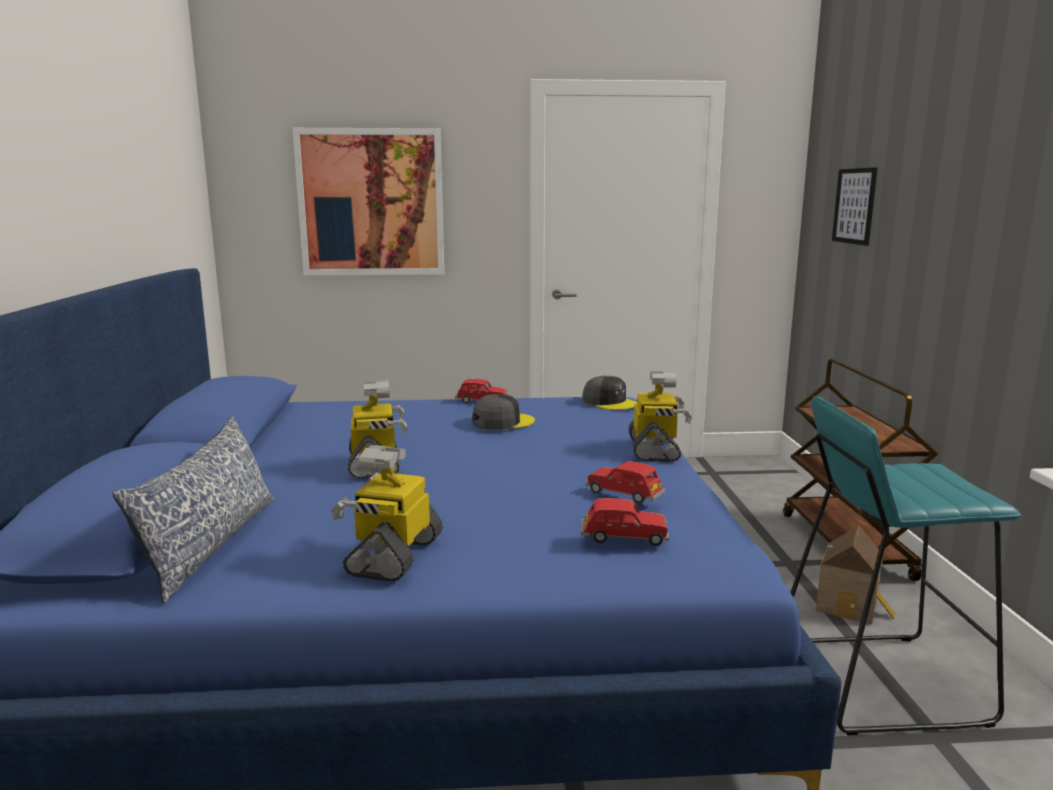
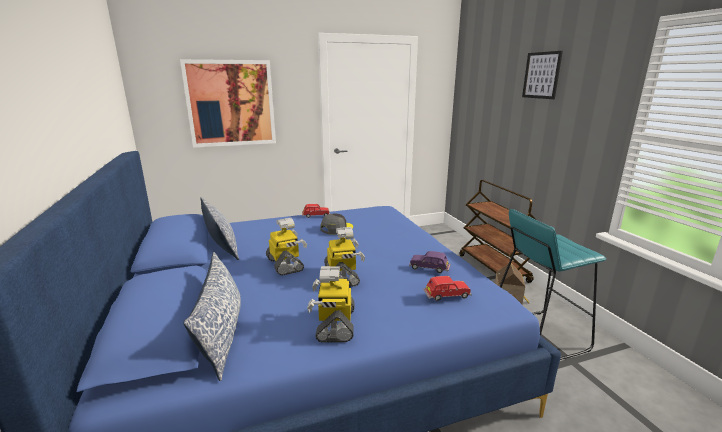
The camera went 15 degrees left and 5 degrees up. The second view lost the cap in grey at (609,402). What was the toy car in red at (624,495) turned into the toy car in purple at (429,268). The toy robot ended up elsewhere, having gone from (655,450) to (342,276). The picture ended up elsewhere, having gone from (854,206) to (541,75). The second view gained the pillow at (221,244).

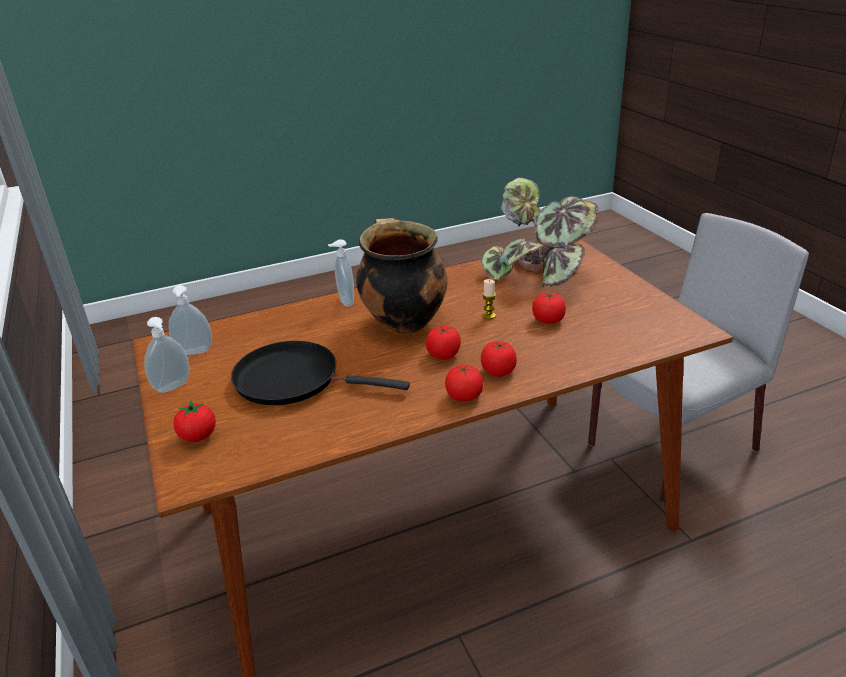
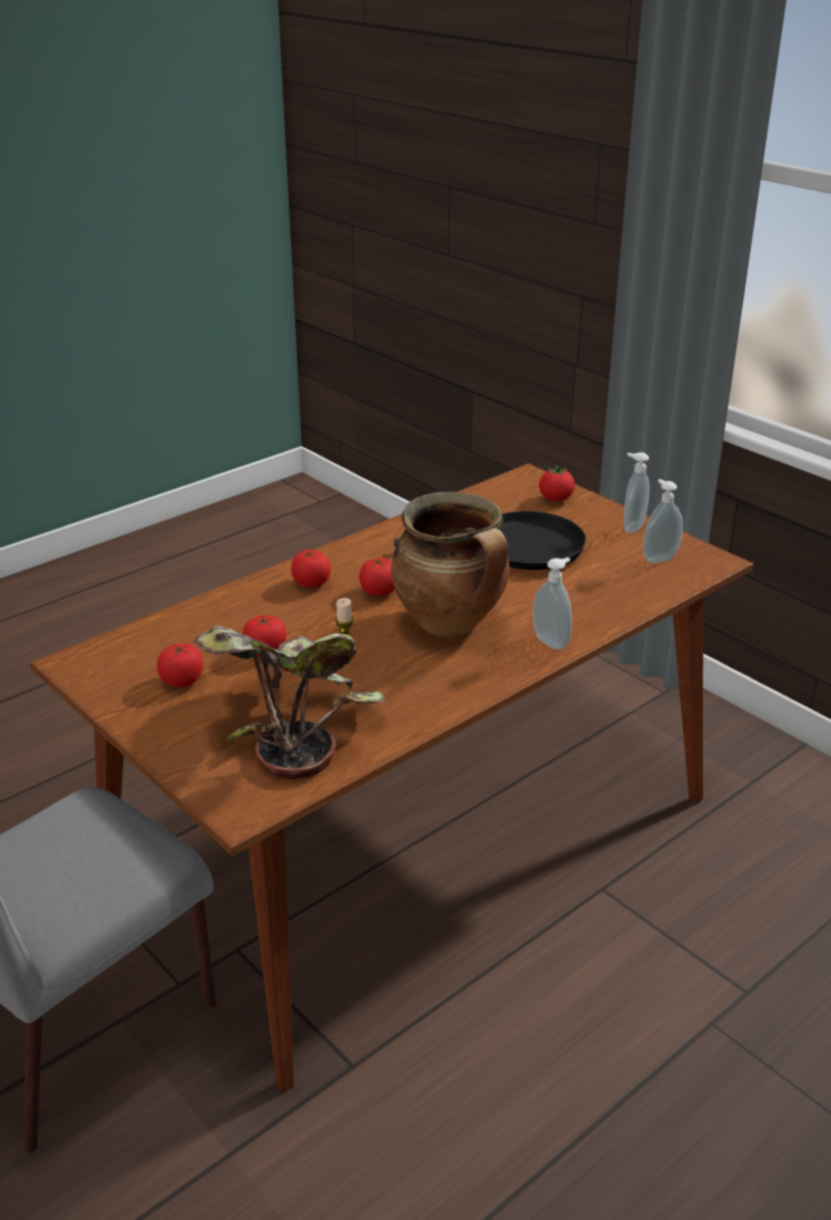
The camera went 160 degrees right and 0 degrees up. The tomato ended up elsewhere, having gone from (464,396) to (182,681).

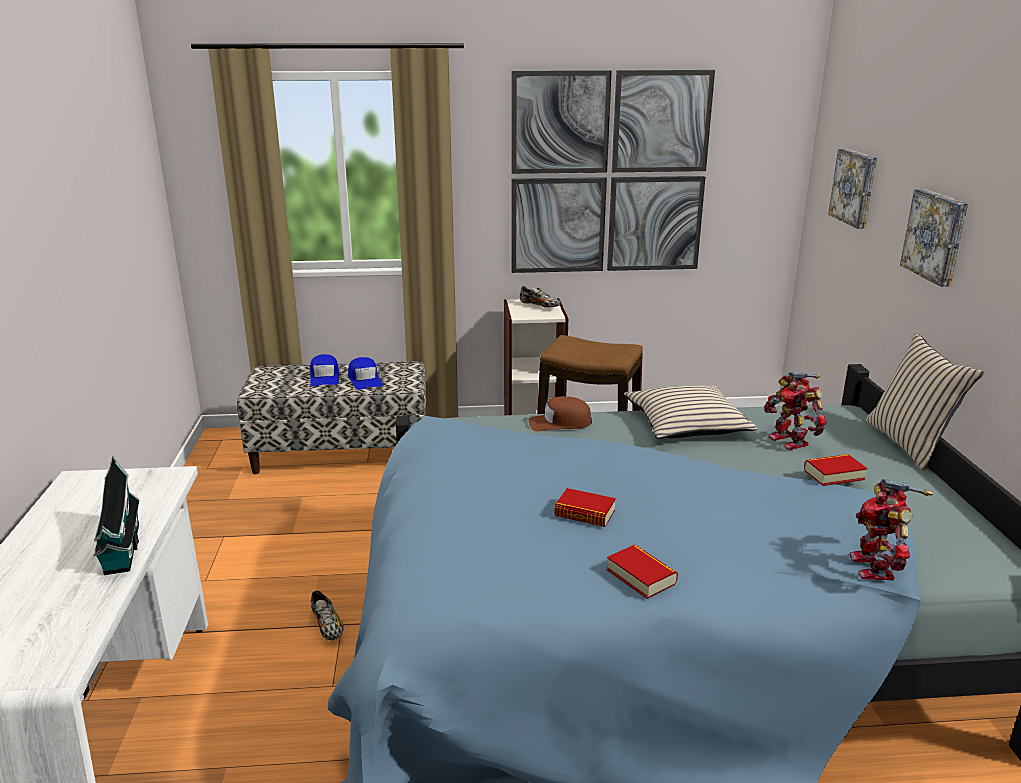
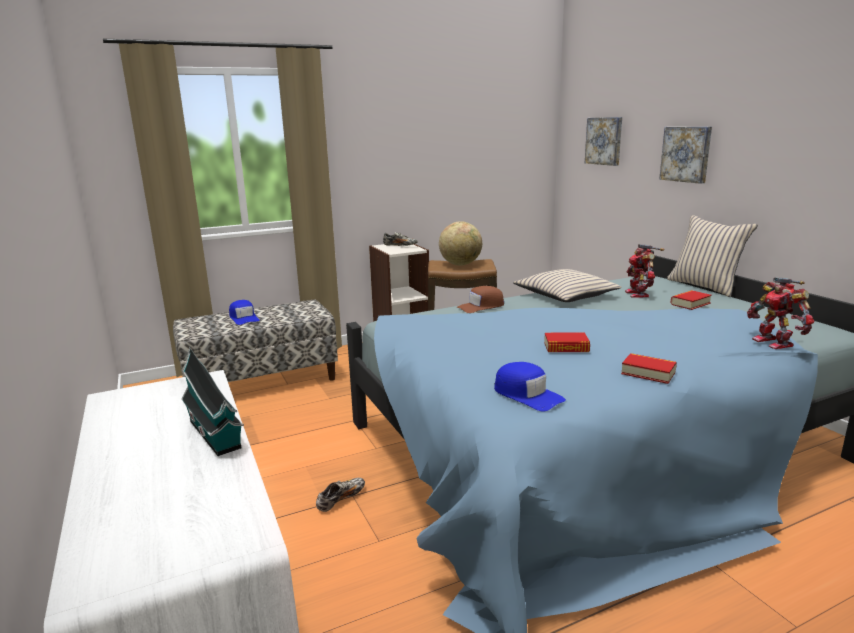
The camera went 20 degrees left and 5 degrees down. The shoe at (327,626) ended up facing another way, 90 degrees counterclockwise from before. The cap in blue ended up elsewhere, having gone from (365,380) to (527,395). The second view lost the picture at (608,174). The toy robot at (790,440) ended up facing another way, 45 degrees clockwise from before. The second view gained the globe at (460,264).

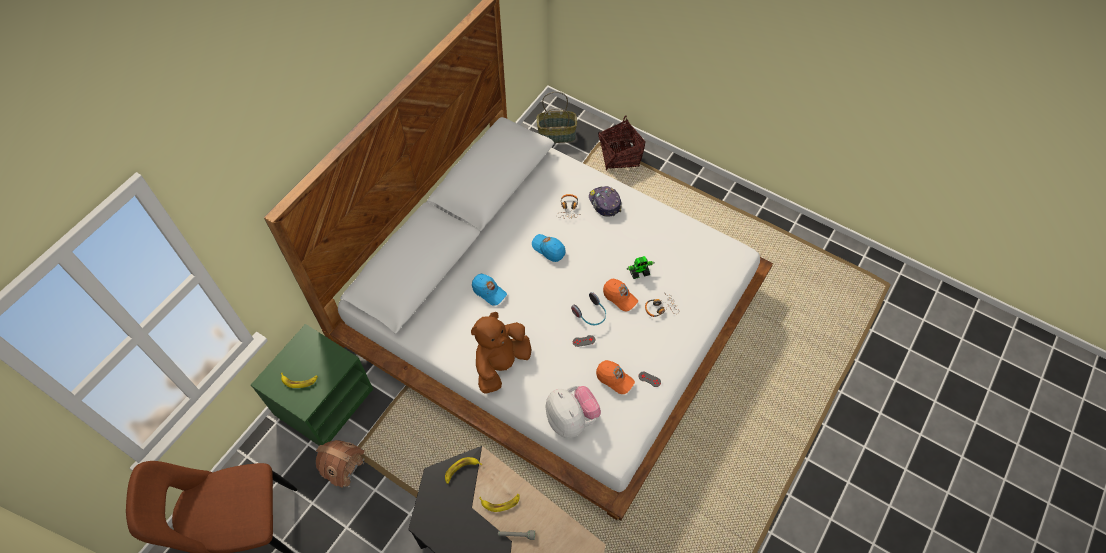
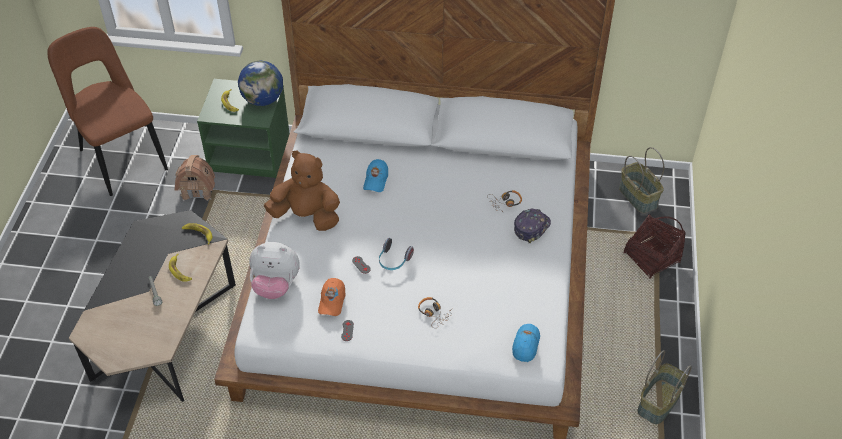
The camera went 65 degrees right and 10 degrees down. The cap in blue ended up elsewhere, having gone from (549,249) to (525,345). The plush toy at (571,419) ended up facing another way, 60 degrees clockwise from before. The second view lost the cap in orange at (619,297). The second view lost the toy robot at (639,272). The second view gained the globe at (263,100). The second view gained the basket at (659,403).

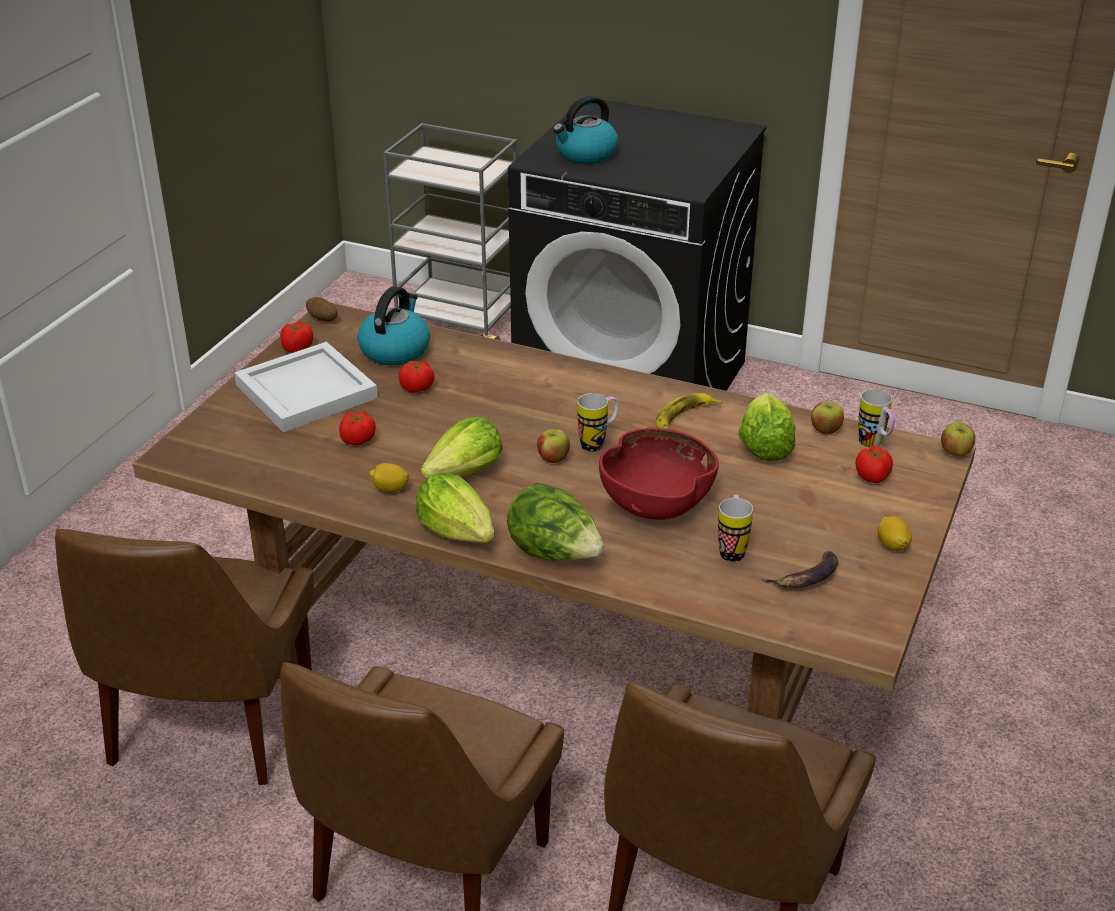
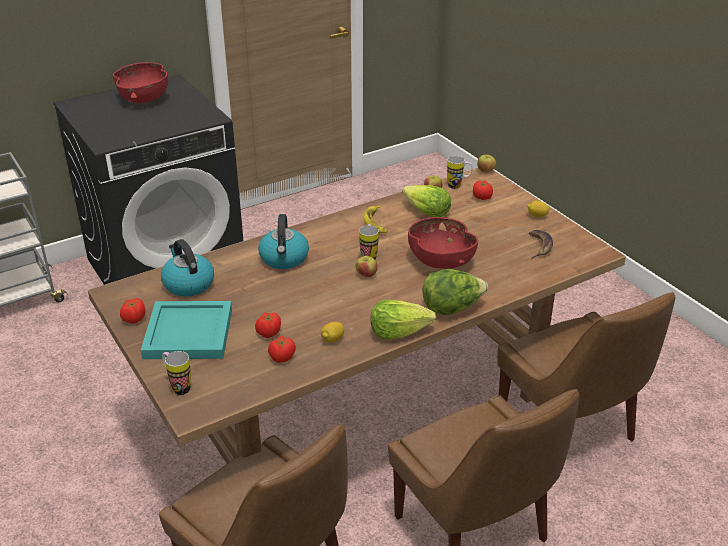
The camera went 55 degrees left and 0 degrees up. What was the tray in white at (305,392) turned into the tray in turquoise at (189,334). The second view lost the potato at (322,319). The tomato ended up elsewhere, having gone from (417,388) to (282,358). The second view lost the lettuce at (465,473). The kettle ended up elsewhere, having gone from (585,154) to (284,259). The mug ended up elsewhere, having gone from (732,549) to (178,386). The second view gained the bowl in red at (144,98).

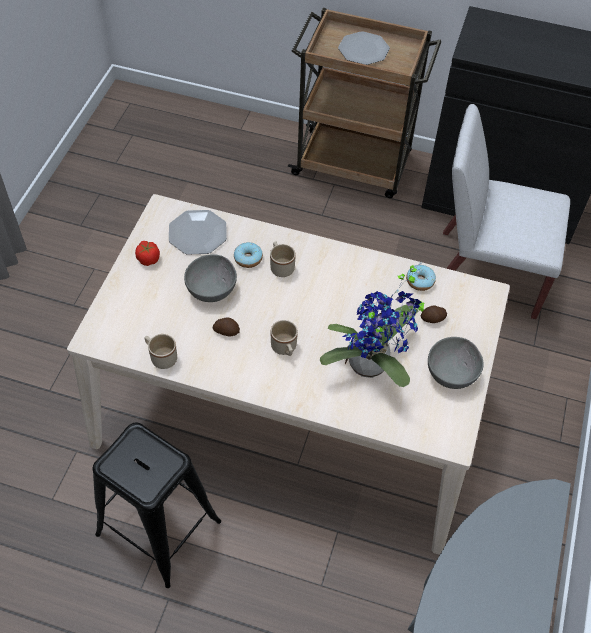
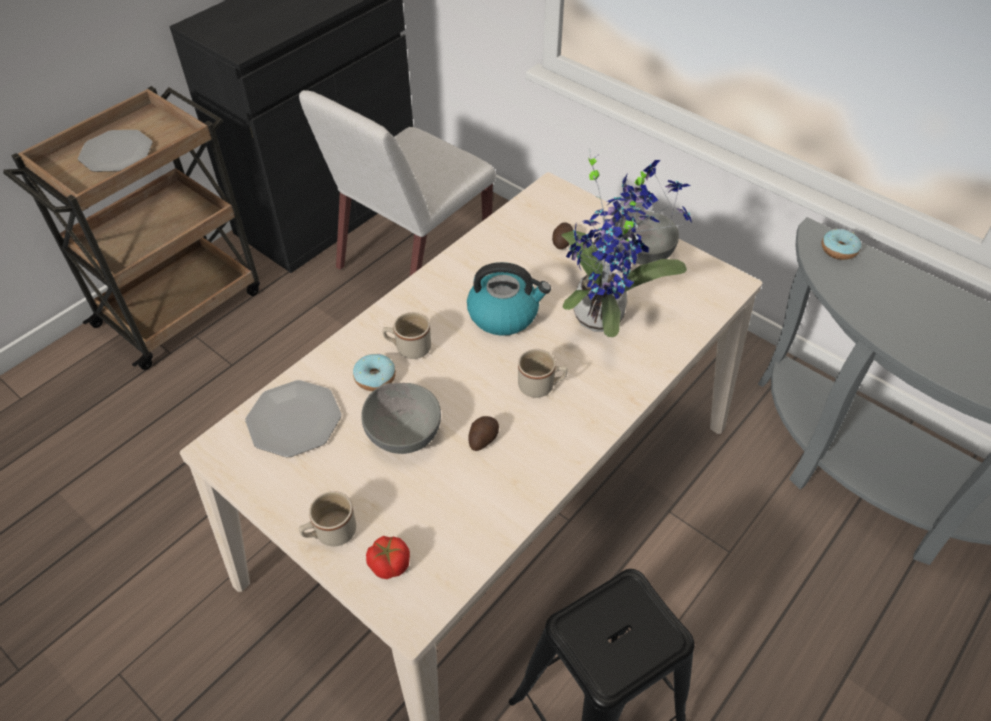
The camera went 65 degrees left and 5 degrees down. The tomato ended up elsewhere, having gone from (148,259) to (389,564). The mug in beige ended up elsewhere, having gone from (161,357) to (330,533). The donut ended up elsewhere, having gone from (420,281) to (838,250). The second view gained the kettle at (504,314).

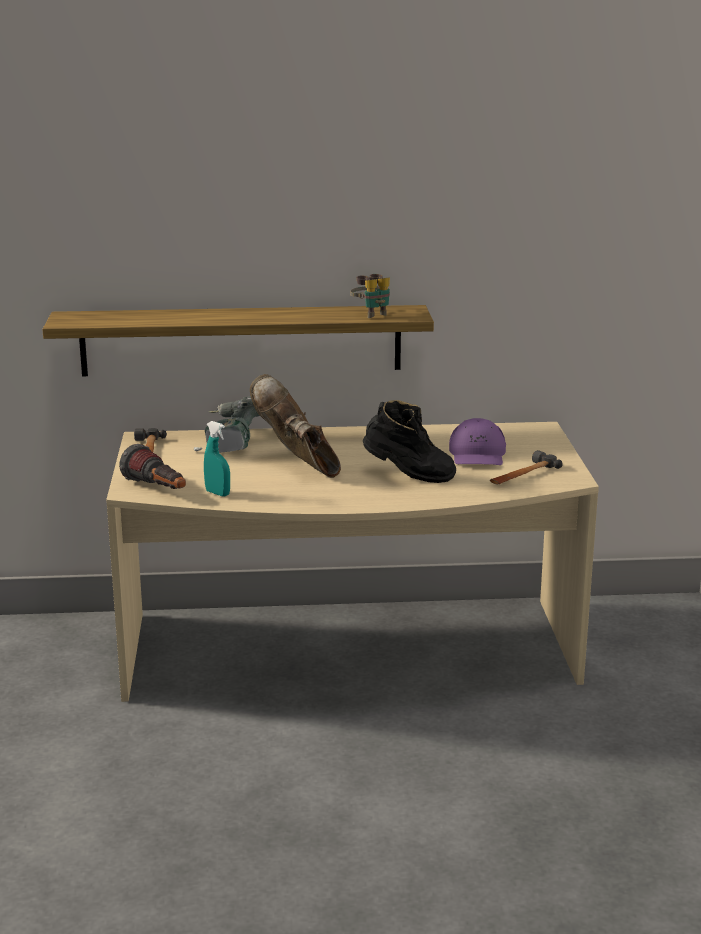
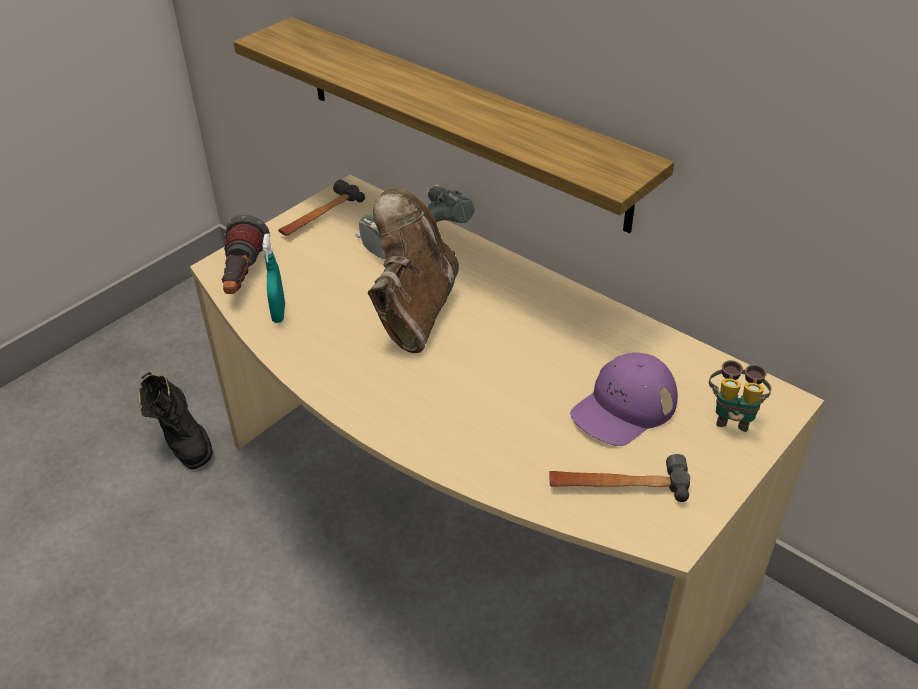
The camera went 45 degrees right and 20 degrees up. The binoculars ended up elsewhere, having gone from (371,314) to (733,415). The boot in black ended up elsewhere, having gone from (408,476) to (182,441).

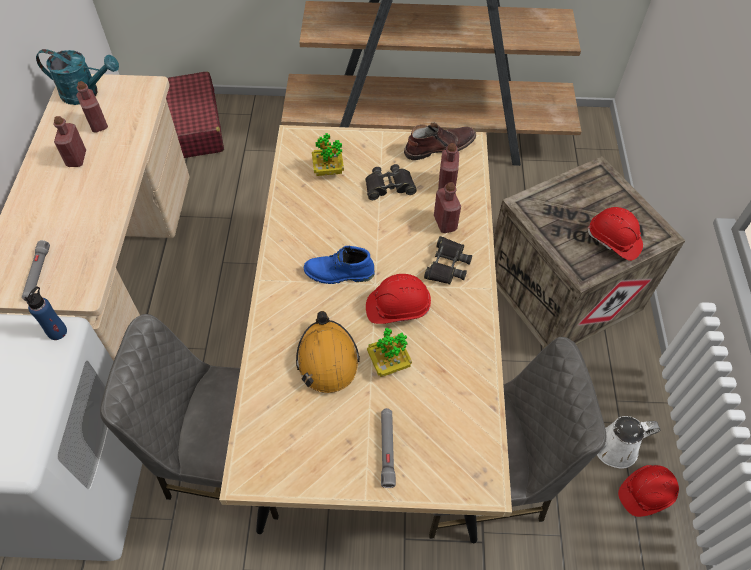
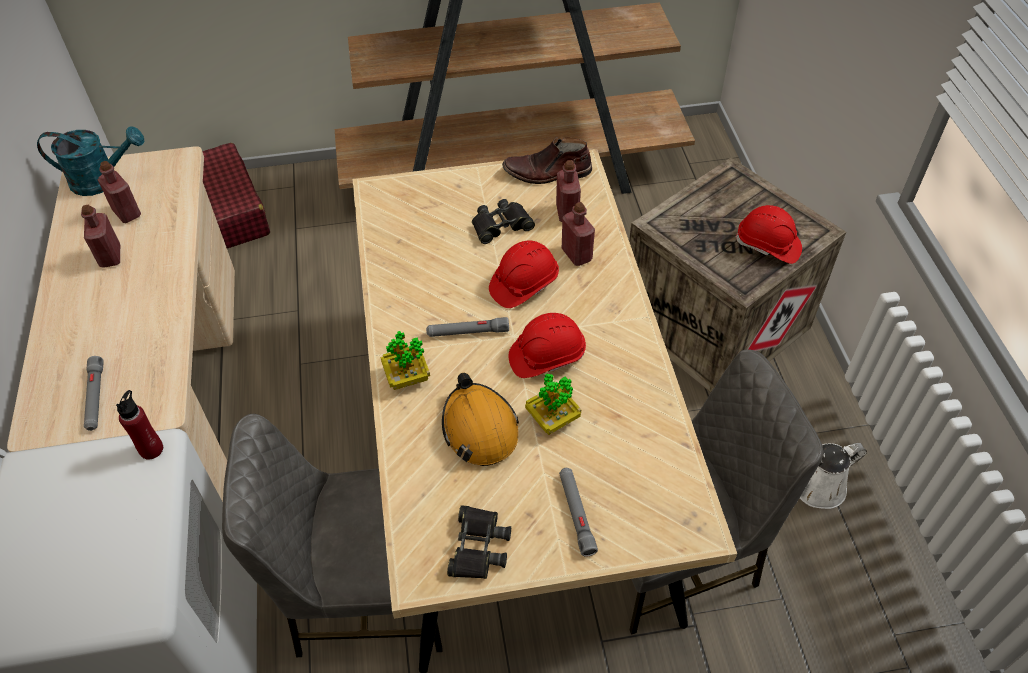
The camera went 10 degrees left and 5 degrees down. What was the bottle in blue at (57,332) turned into the bottle in red at (151,449). Where the boot in blue stood at (339,274), the flashlight in grey came to stand at (468,332). The potted plant ended up elsewhere, having gone from (328,169) to (407,377). The boot in brown at (439,146) ended up facing another way, 150 degrees counterclockwise from before. The binoculars in black ended up elsewhere, having gone from (447,265) to (478,547). The hard hat in red ended up elsewhere, having gone from (645,493) to (523,284).

